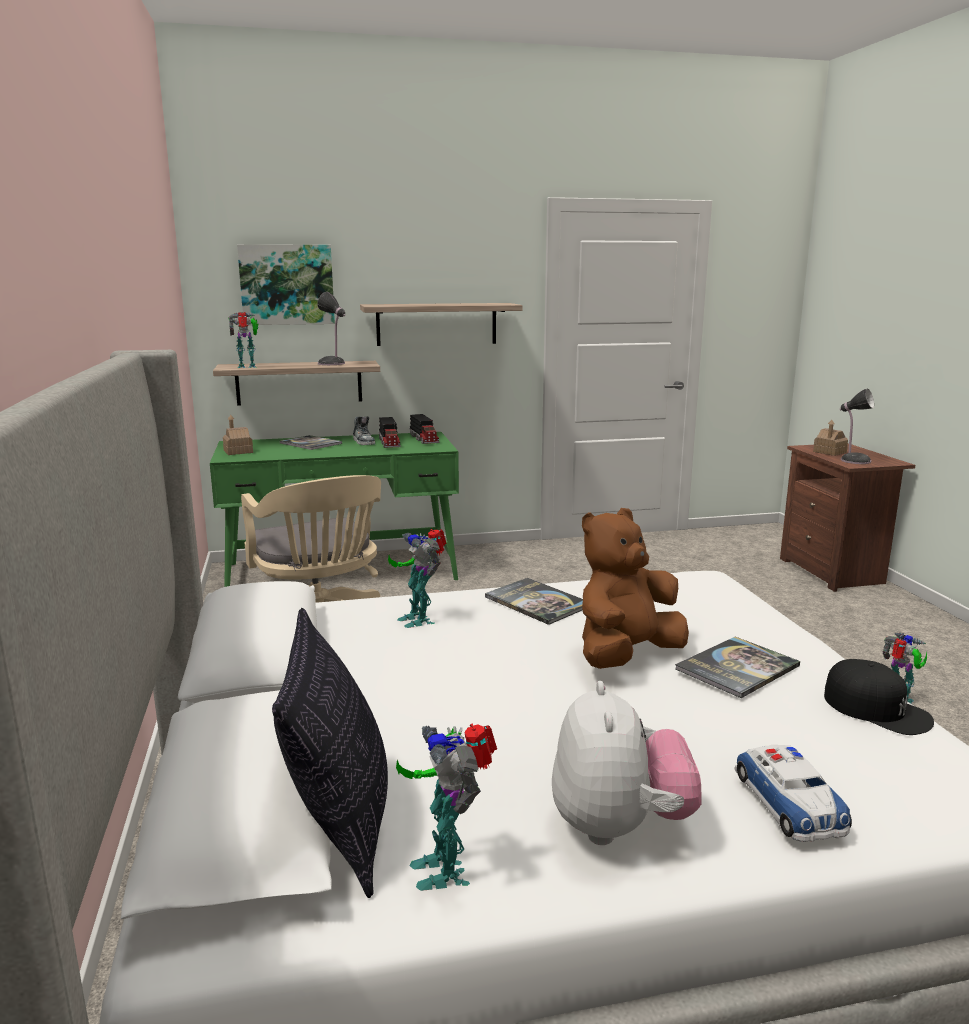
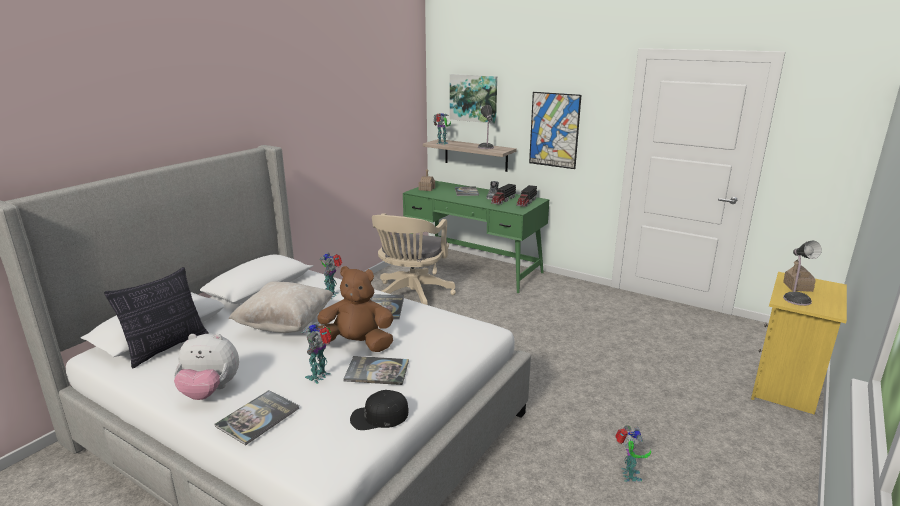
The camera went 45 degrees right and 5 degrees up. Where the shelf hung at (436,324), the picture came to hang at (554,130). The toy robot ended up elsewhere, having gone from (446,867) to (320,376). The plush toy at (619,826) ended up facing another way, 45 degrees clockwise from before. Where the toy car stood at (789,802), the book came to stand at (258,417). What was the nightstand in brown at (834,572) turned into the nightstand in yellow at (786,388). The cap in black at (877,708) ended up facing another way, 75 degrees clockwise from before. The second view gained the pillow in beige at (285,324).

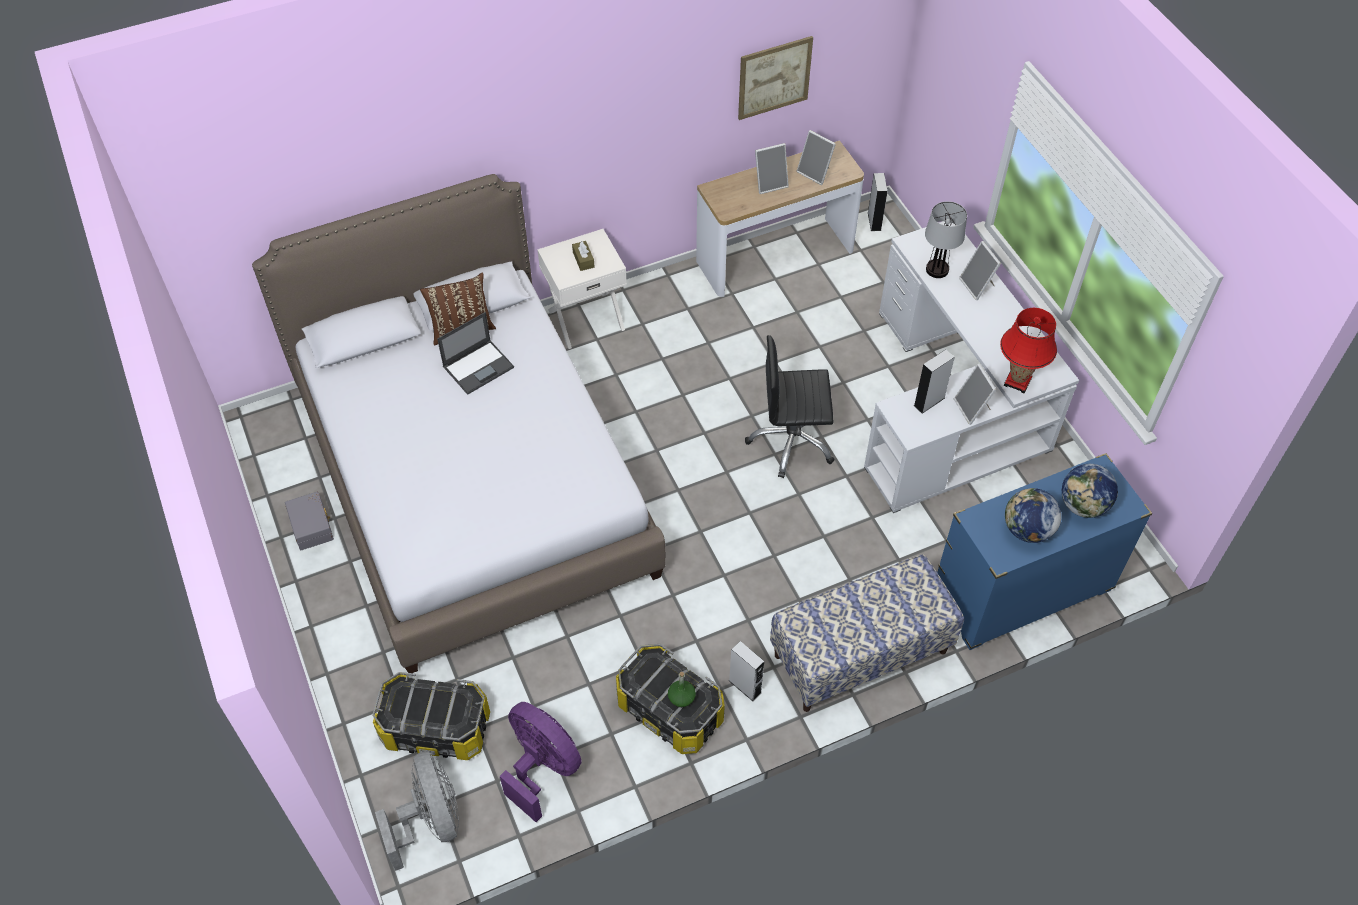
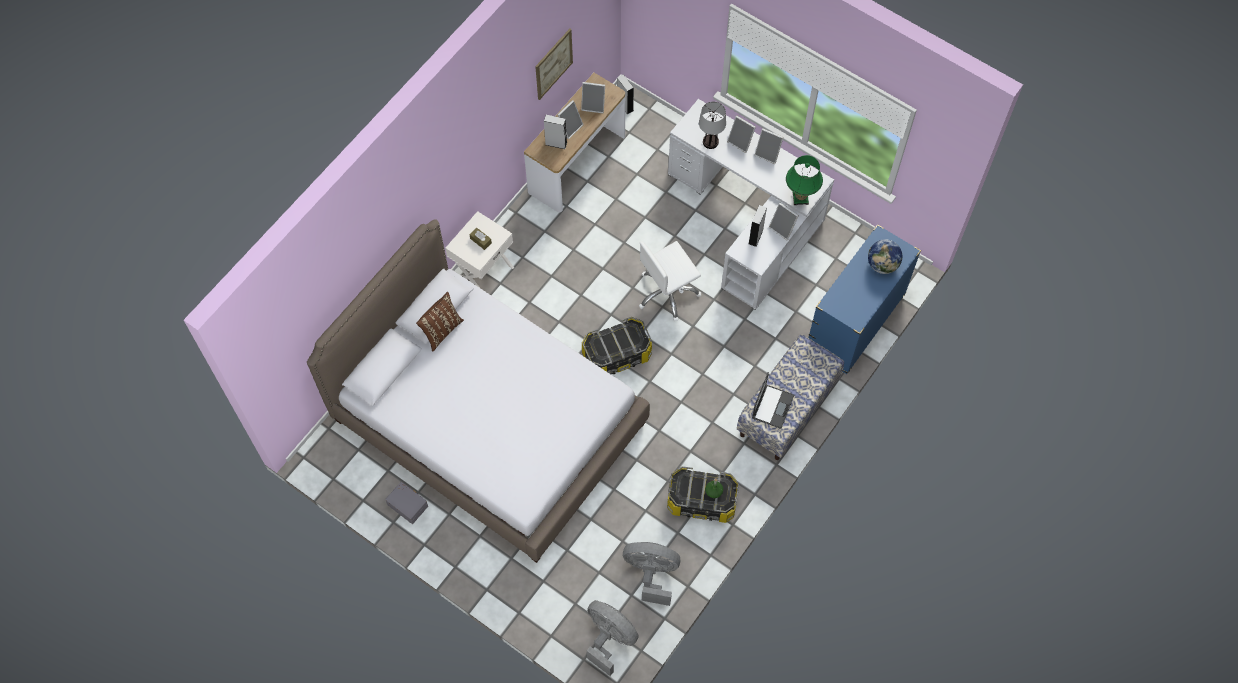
The camera went 30 degrees left and 10 degrees up. The storage box ended up elsewhere, having gone from (436,727) to (616,355). The laptop ended up elsewhere, having gone from (479,366) to (772,406). What was the fan in purple at (542,767) turned into the fan in grey at (651,573). The speaker in grey ended up elsewhere, having gone from (745,686) to (556,143). What was the office chair in black at (791,441) turned into the office chair in white at (667,293). What was the table lamp in red at (1017,382) turned into the table lamp in green at (800,198). The second view lost the globe at (1027,530). The second view gained the picture frame at (768,153).

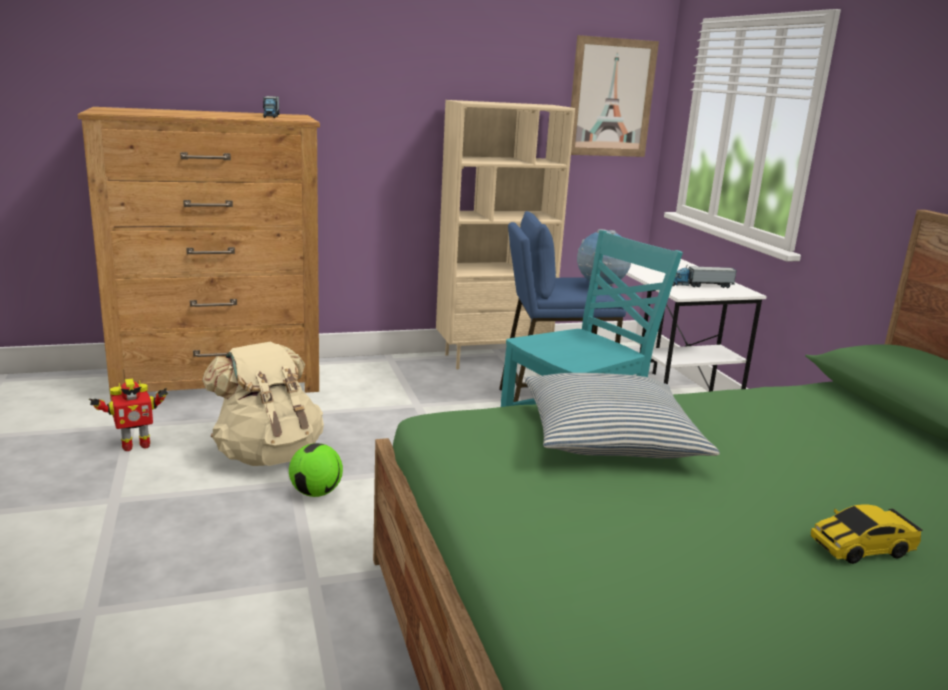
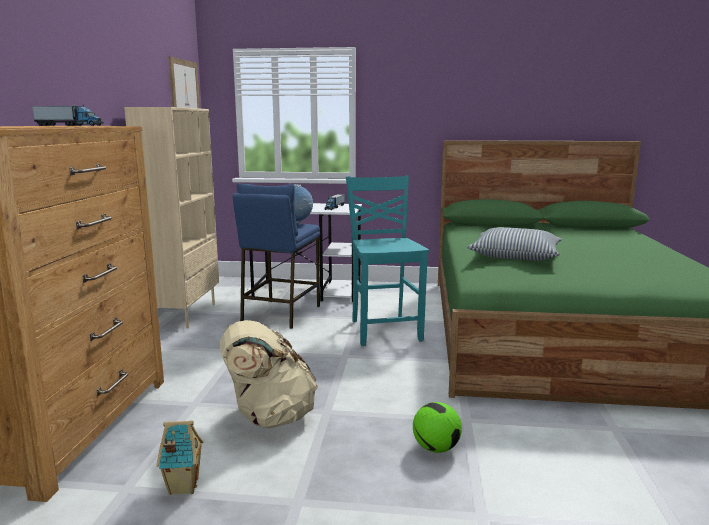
The camera went 65 degrees left and 5 degrees down. Where the toy robot stood at (135,445), the toy house came to stand at (182,486). The football ended up elsewhere, having gone from (316,493) to (436,448). The second view lost the toy car at (861,548).

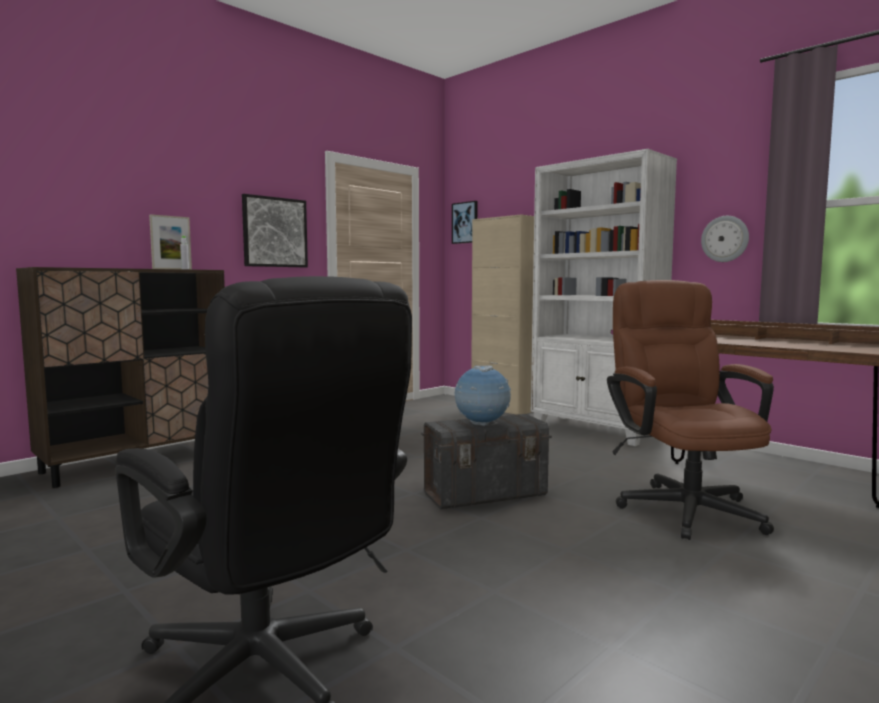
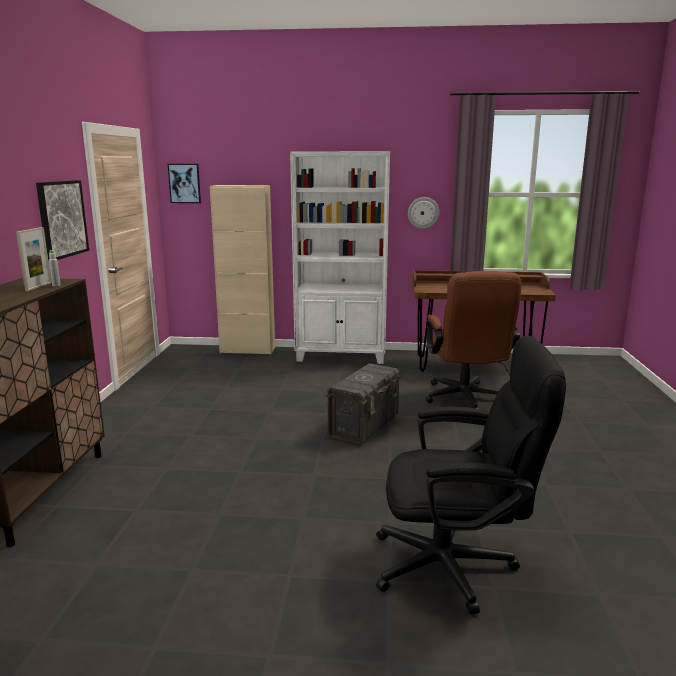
The camera went 40 degrees left and 10 degrees up. The second view lost the globe at (482,425). The office chair in brown at (682,506) ended up facing another way, 135 degrees counterclockwise from before.

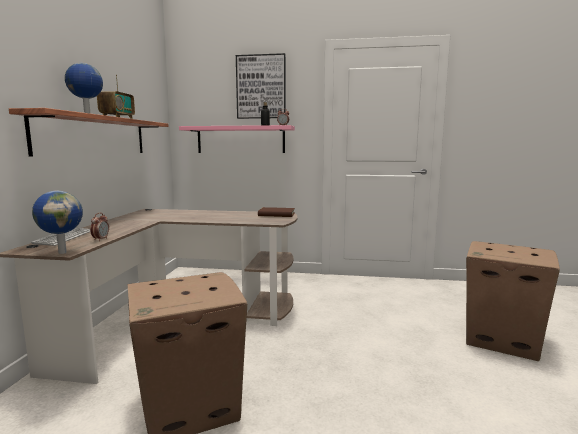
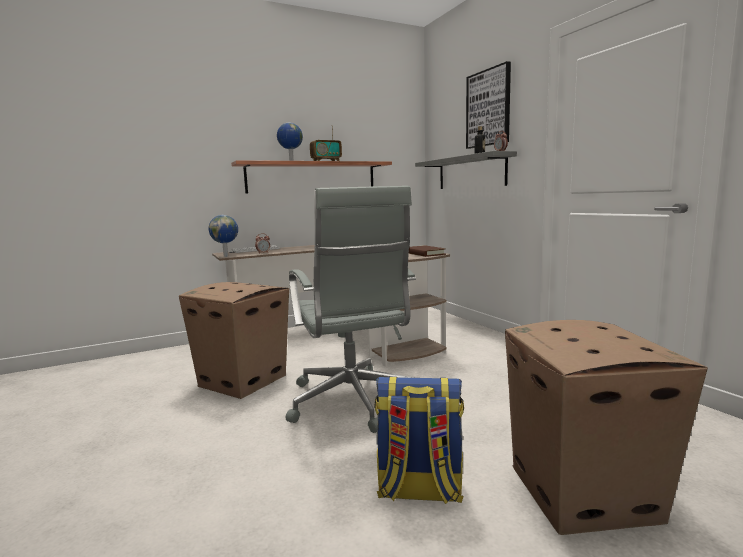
The camera went 55 degrees right and 0 degrees up. What was the shelf in pink at (240,140) turned into the shelf in grey at (471,172). The second view gained the office chair in grey at (353,402). The second view gained the backpack at (419,490).

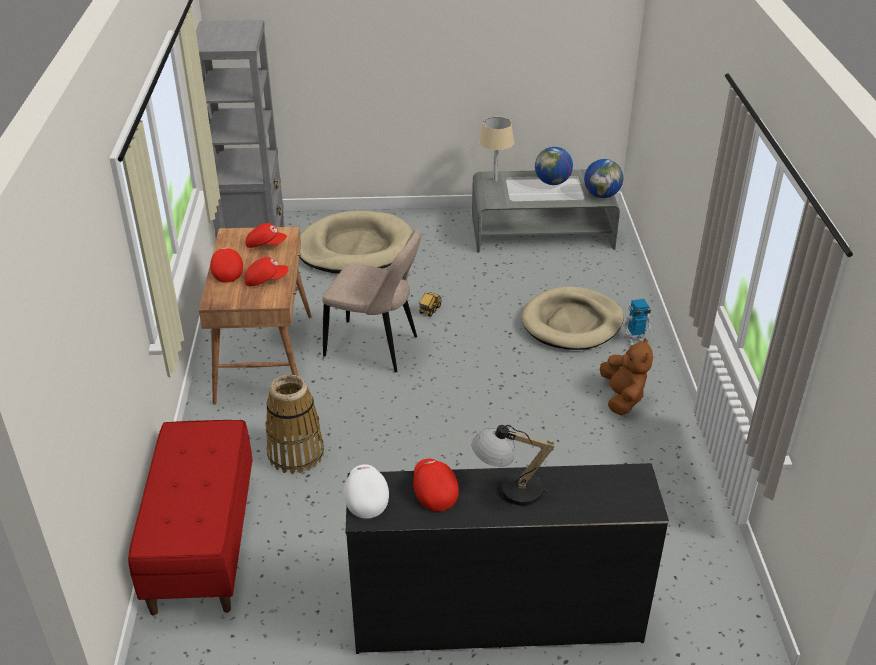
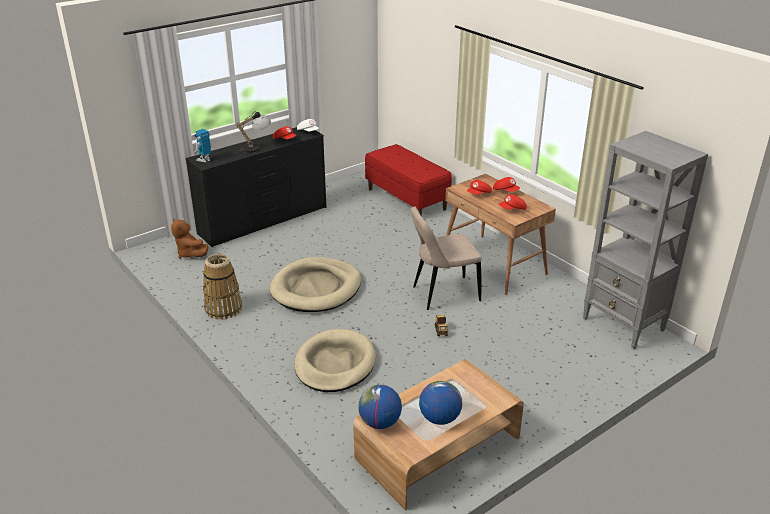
The camera went 145 degrees right and 5 degrees down. The basket ended up elsewhere, having gone from (296,454) to (223,308). The dog bed in beige ended up elsewhere, having gone from (355,248) to (316,288). What was the coffee table in grey at (541,231) turned into the coffee table in brown at (438,448). The second view lost the table lamp in beige at (495,180). The plush toy in brown ended up elsewhere, having gone from (622,398) to (190,254). The toy robot ended up elsewhere, having gone from (635,342) to (204,160).

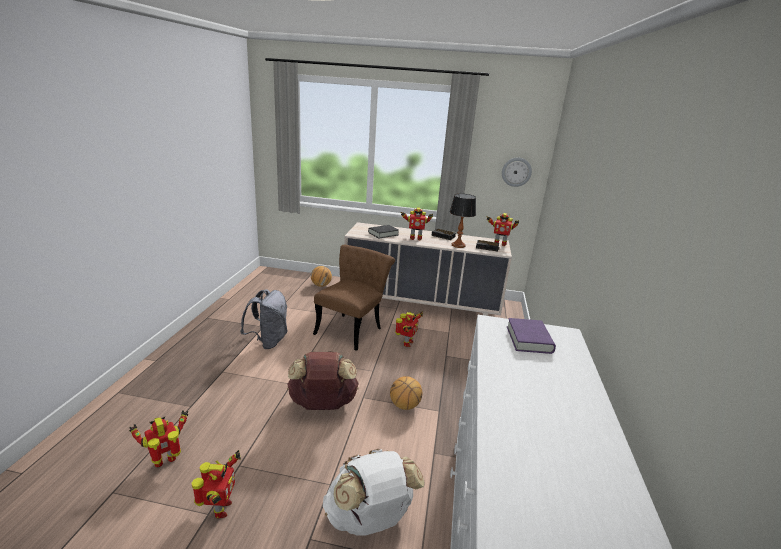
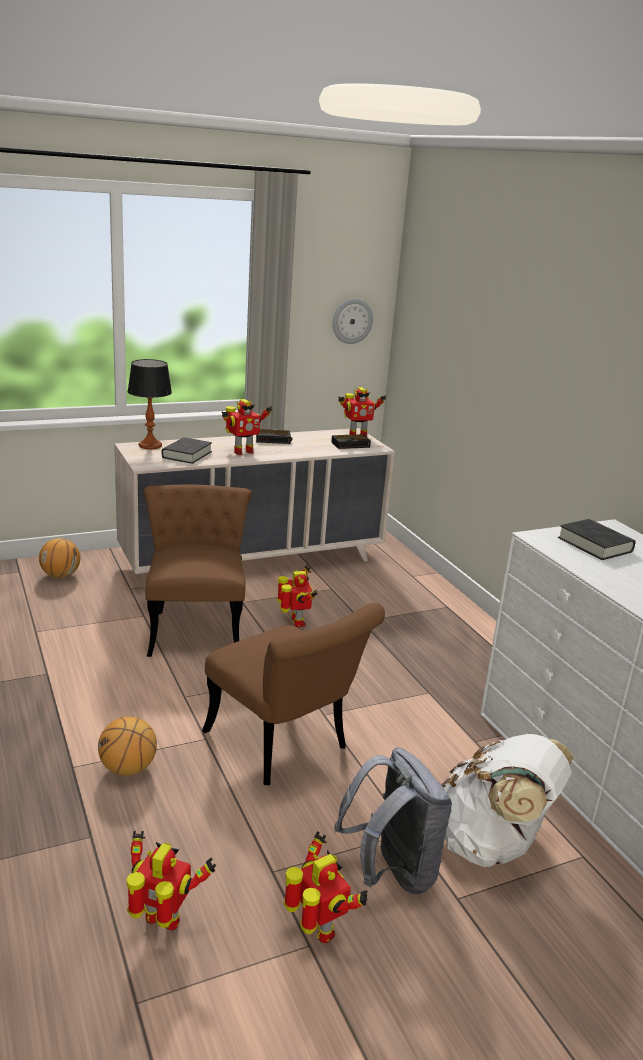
The camera went 35 degrees left and 0 degrees up. The toy robot at (166,462) ended up facing another way, 90 degrees clockwise from before. The backpack in grey ended up elsewhere, having gone from (268,341) to (391,872). Where the backpack in brown stood at (322,405), the chair in brown came to stand at (285,747). The basketball ended up elsewhere, having gone from (404,405) to (128,769). The table lamp ended up elsewhere, having gone from (458,245) to (150,445). What was the book in purple at (529,339) turned into the book in black at (595,545).

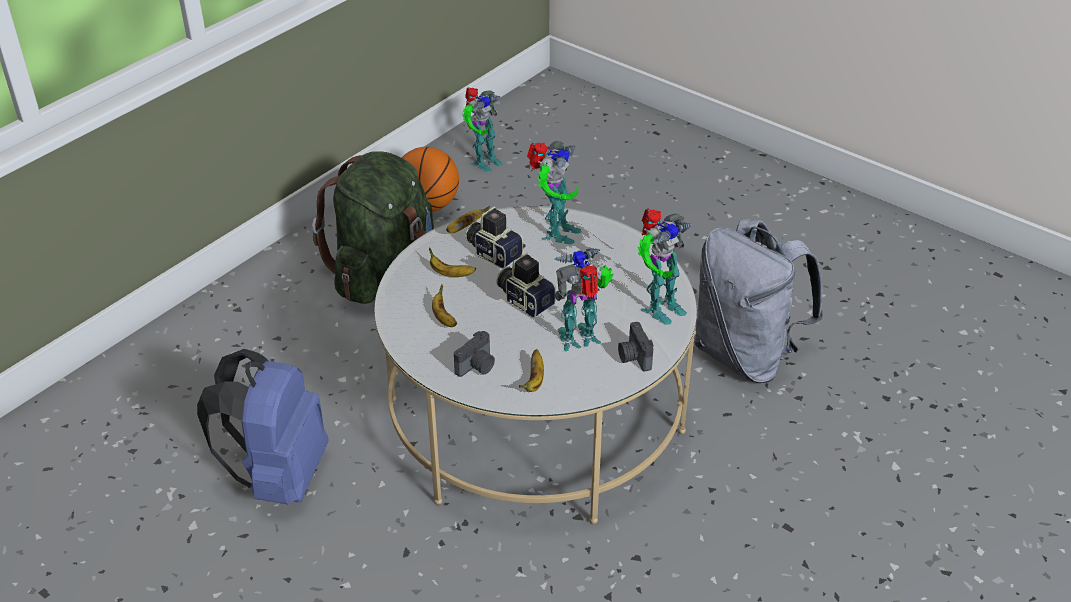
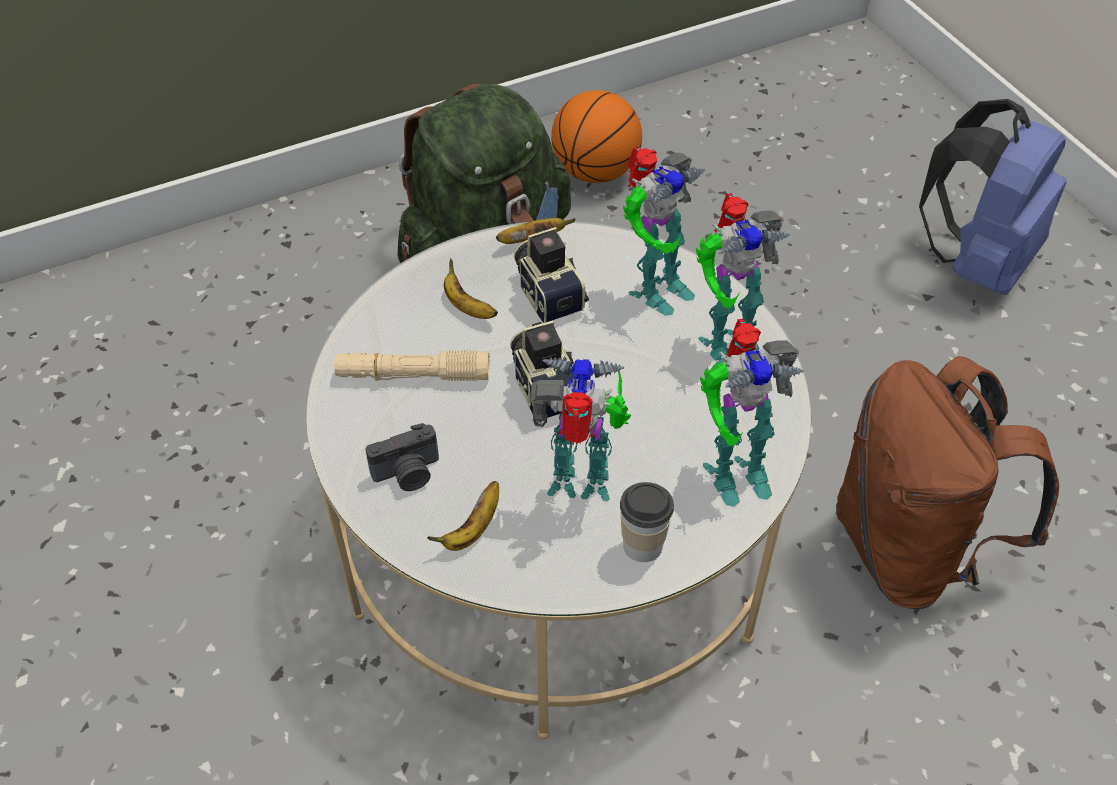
The camera went 25 degrees right and 10 degrees up. The backpack in blue ended up elsewhere, having gone from (278,476) to (976,261). Where the banana stood at (443,318), the flashlight in beige came to stand at (413,375). The toy robot ended up elsewhere, having gone from (483,162) to (727,342). Where the photo camera stood at (633,357), the cup came to stand at (642,545). What was the backpack in grey at (746,356) turned into the backpack in brown at (910,550).

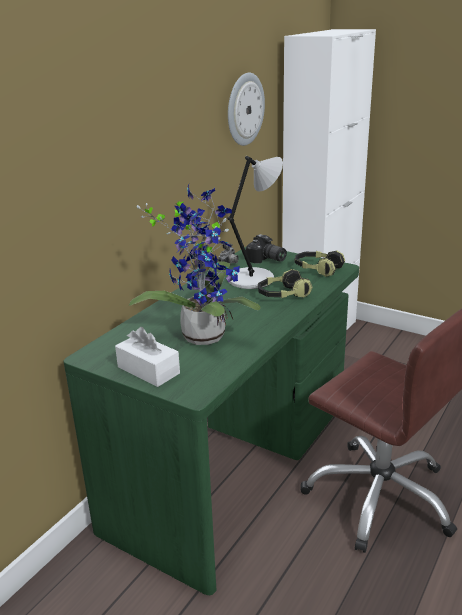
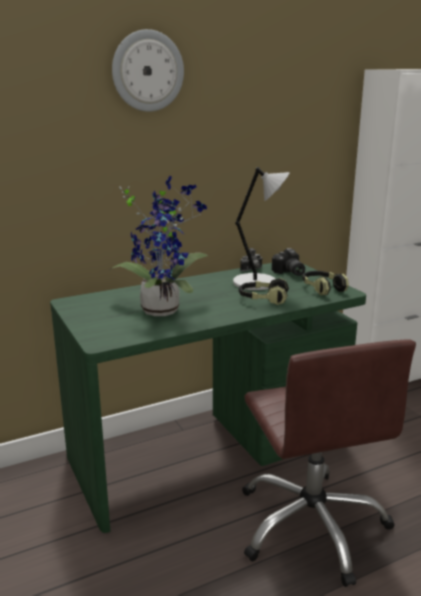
The camera went 30 degrees right and 5 degrees down. The second view lost the tissue box in white at (148,370). The wall clock ended up elsewhere, having gone from (244,109) to (147,71).

